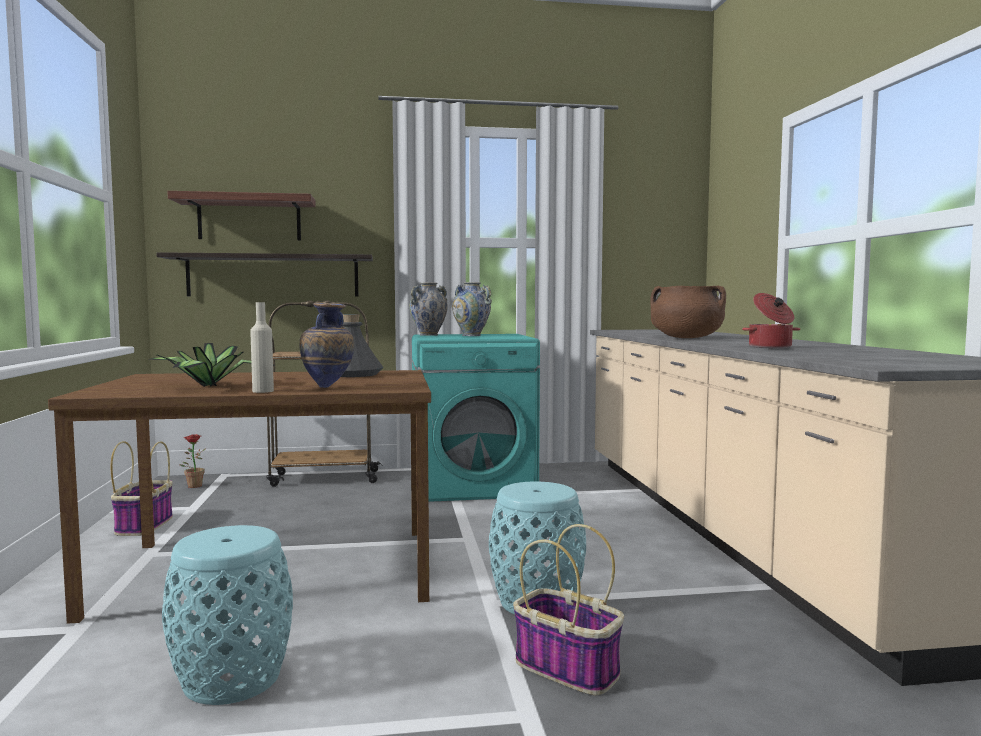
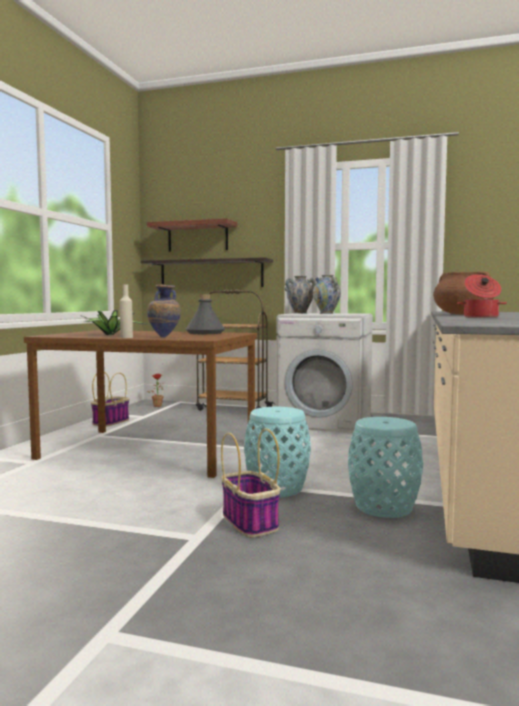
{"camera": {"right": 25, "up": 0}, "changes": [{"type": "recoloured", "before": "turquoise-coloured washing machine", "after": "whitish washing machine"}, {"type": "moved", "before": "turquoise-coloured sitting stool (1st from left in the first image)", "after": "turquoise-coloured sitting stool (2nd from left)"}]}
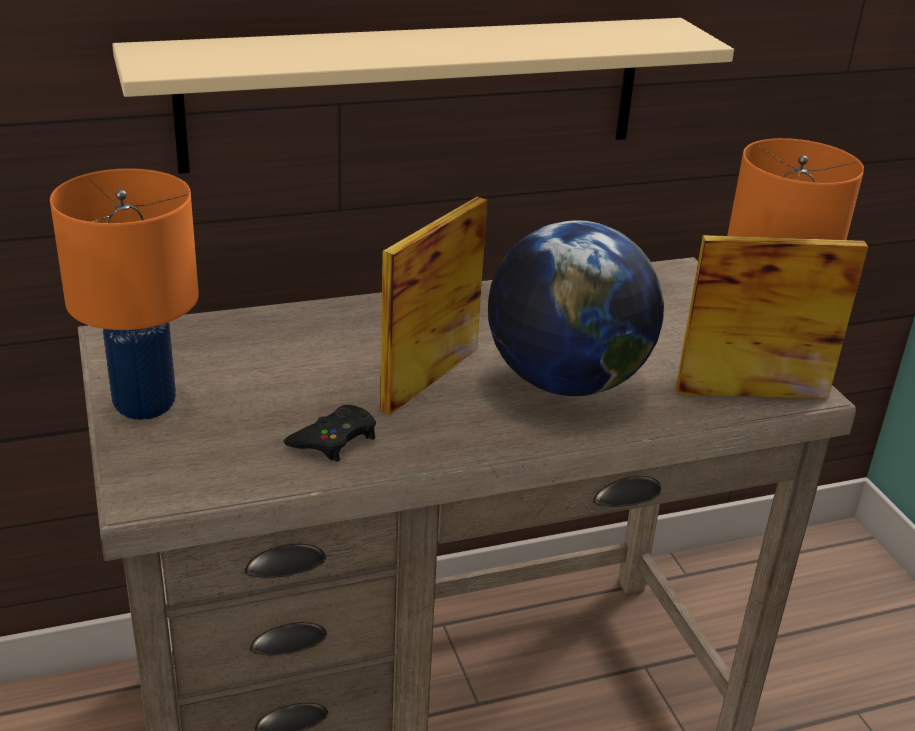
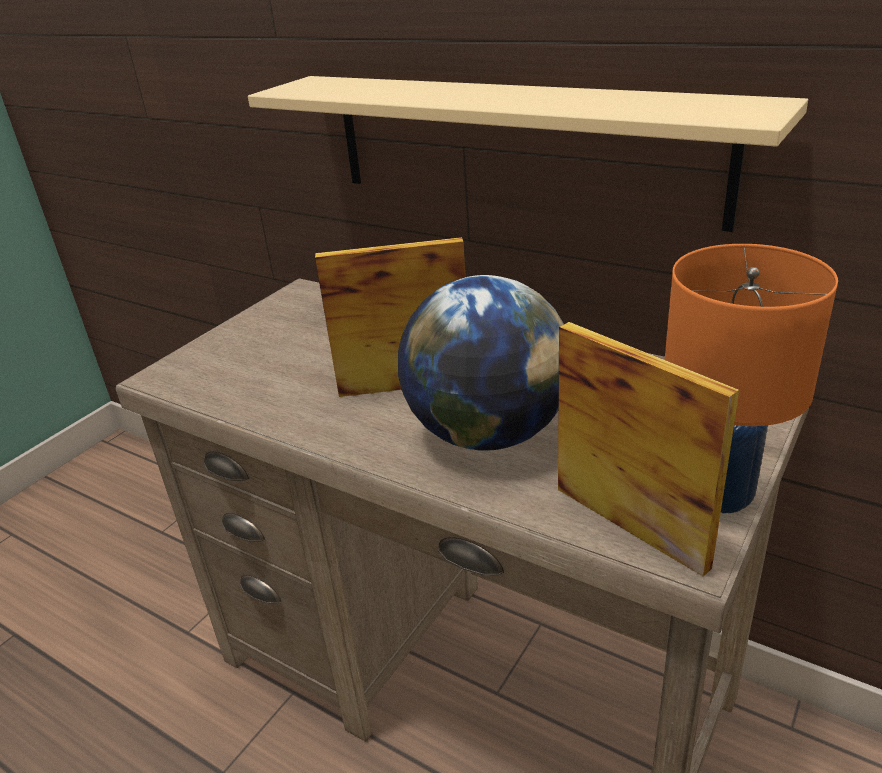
{"camera": {"right": 55, "up": 0}, "changes": [{"type": "removed", "before": "orangey tabletop lamp (1st from left)"}, {"type": "removed", "before": "black gamepad"}]}
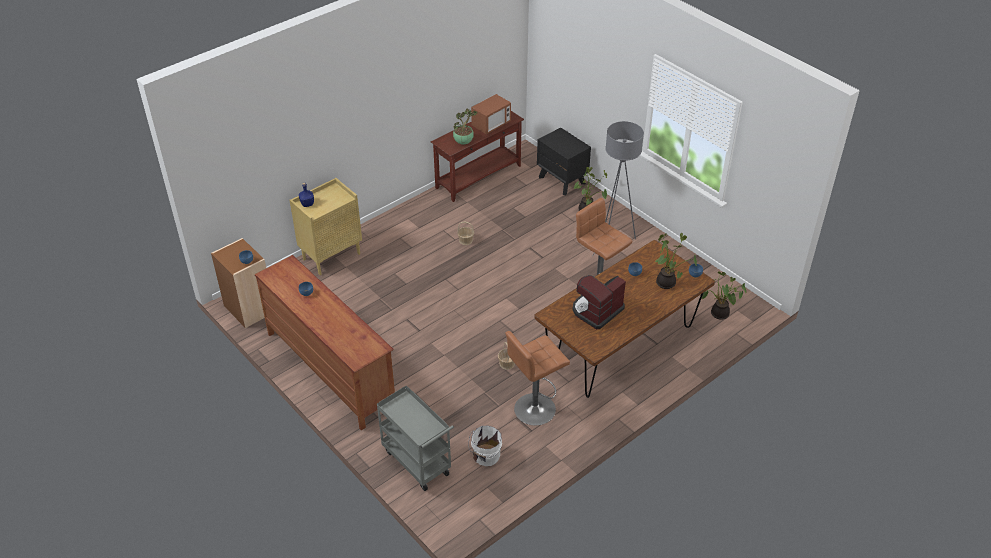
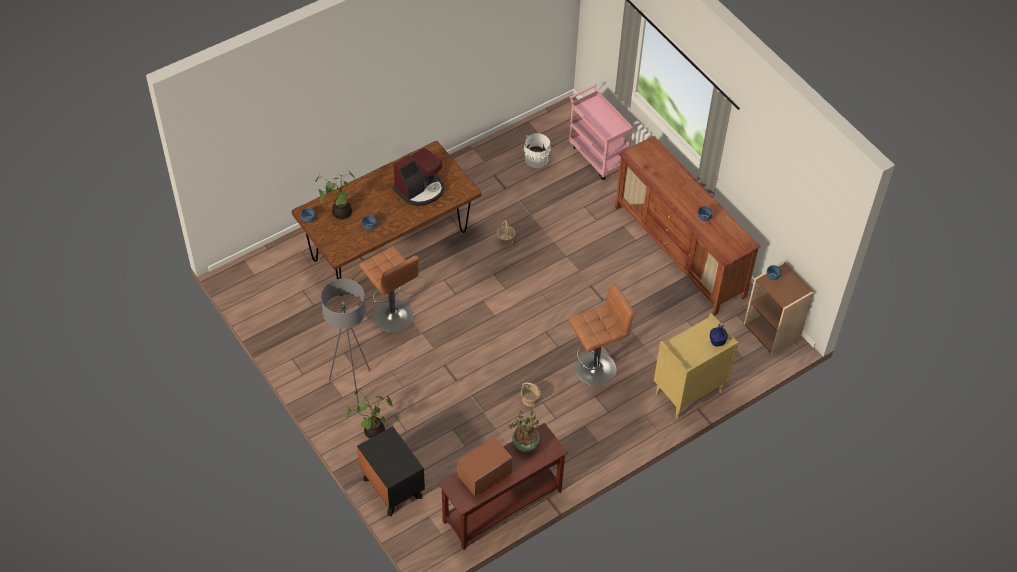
{"camera": {"right": -175, "up": 10}, "changes": [{"type": "removed", "before": "plant in a pot (4th from left)"}, {"type": "moved", "before": "brown-coloured sitting stool (1st from left in the first image)", "after": "brown-coloured sitting stool (2nd from left)"}, {"type": "recoloured", "before": "gray trolley", "after": "pink trolley"}]}
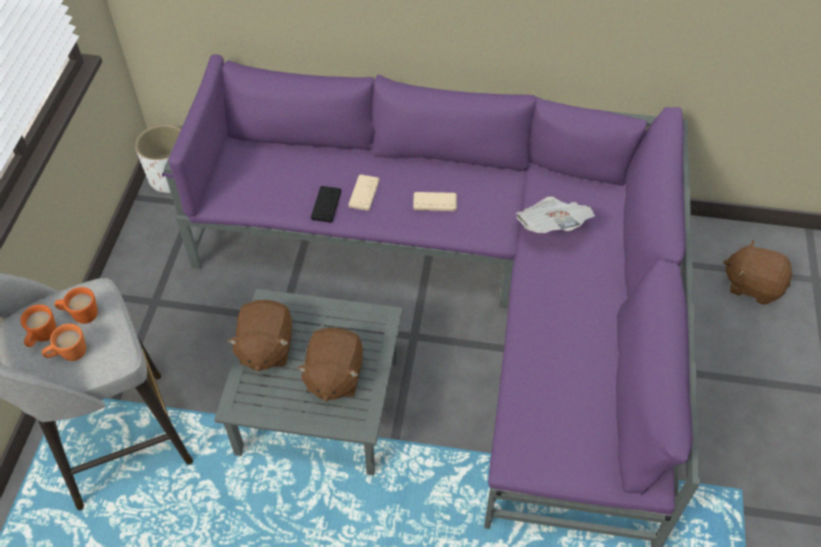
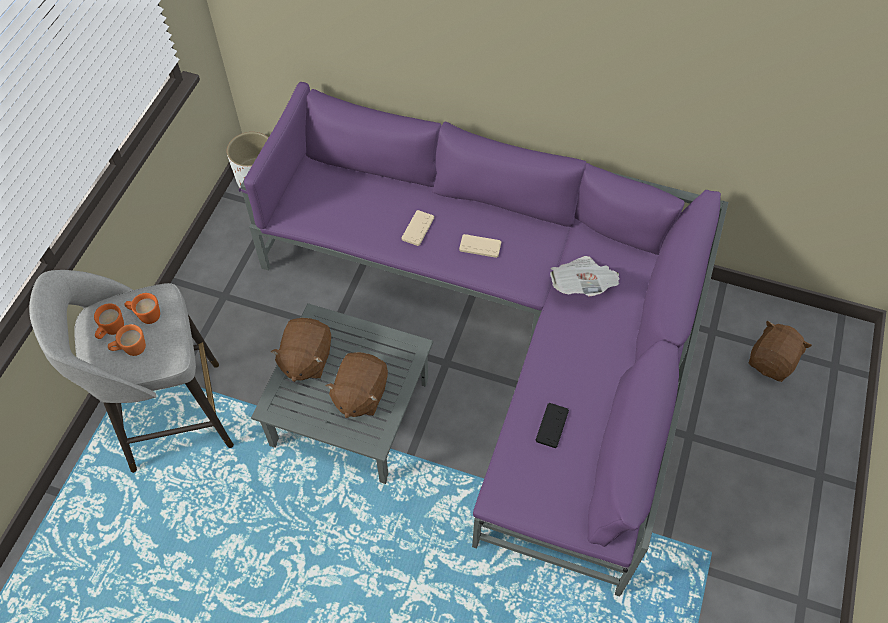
{"camera": {"right": 10, "up": 5}, "changes": [{"type": "moved", "before": "black gamepad"}, {"type": "turned", "before": "brown-coloured soft toy (3rd from left)", "turn": 90}]}
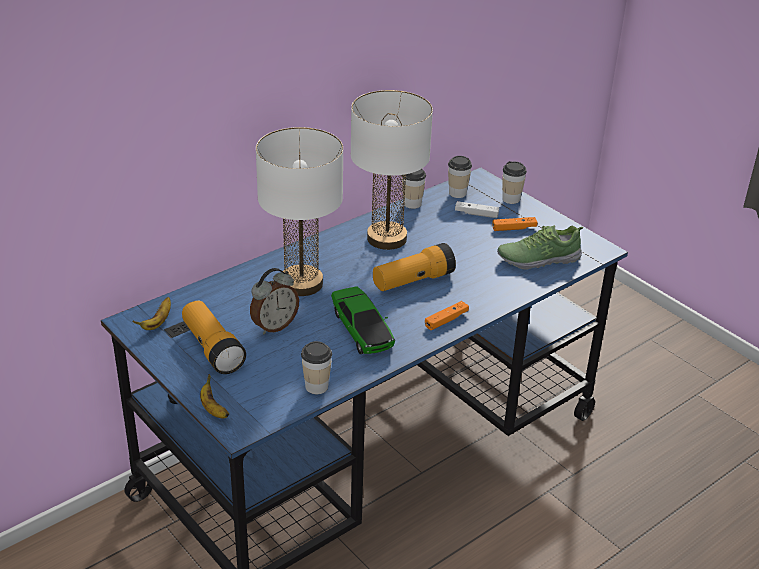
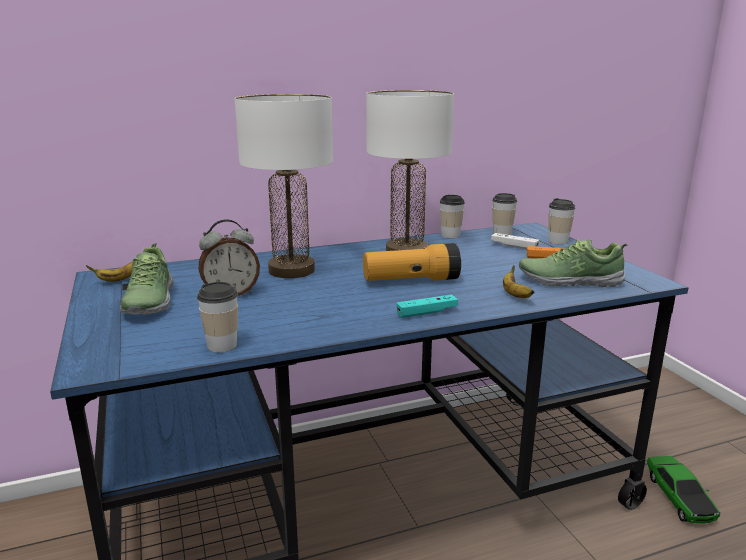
{"camera": {"right": 20, "up": -15}, "changes": [{"type": "moved", "before": "toy car"}, {"type": "replaced", "before": "flashlight (1st from left)", "after": "shoe (1st from left)"}, {"type": "recoloured", "before": "orangey gamepad (1st from left)", "after": "turquoise-coloured gamepad"}, {"type": "moved", "before": "whole banana (2nd from left)"}]}
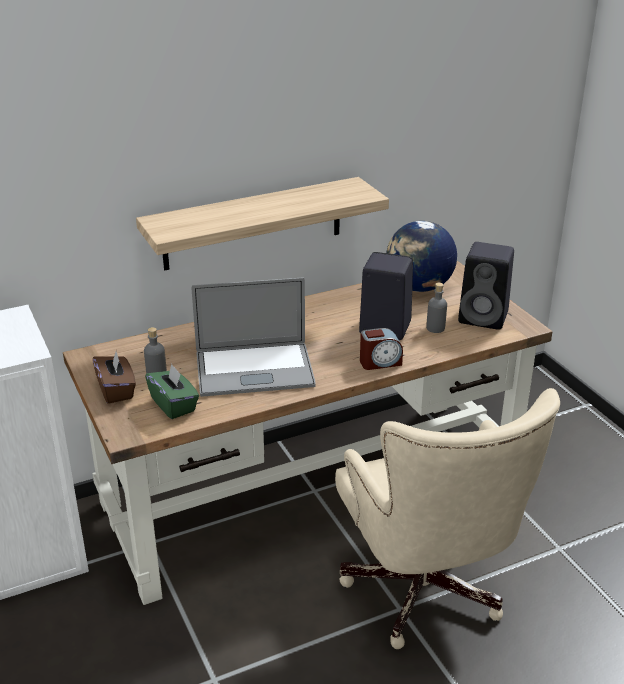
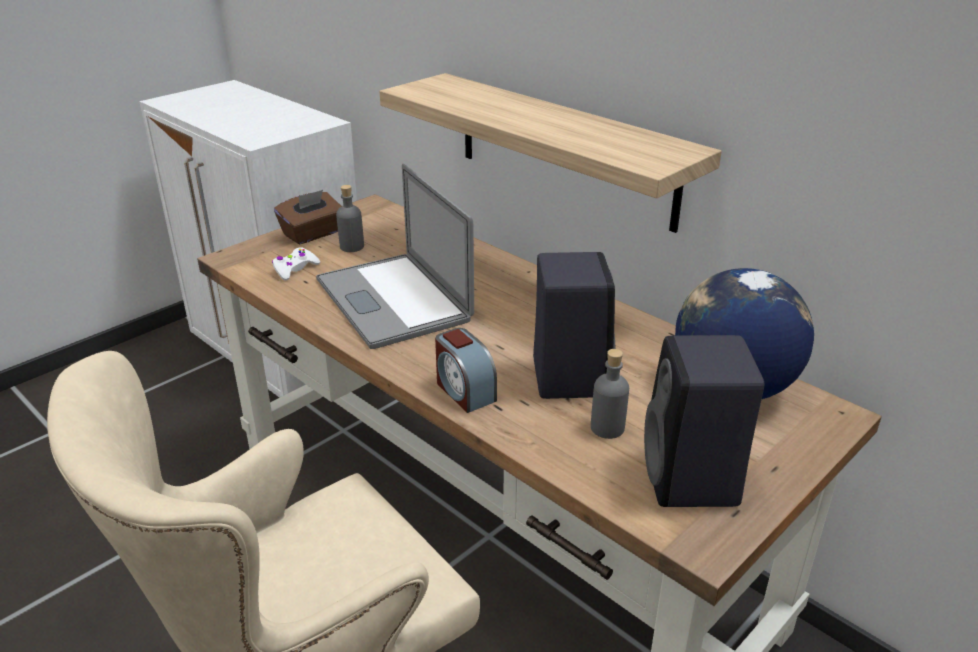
{"camera": {"right": 70, "up": 0}, "changes": [{"type": "replaced", "before": "greenish tissue box", "after": "whitish gamepad"}]}
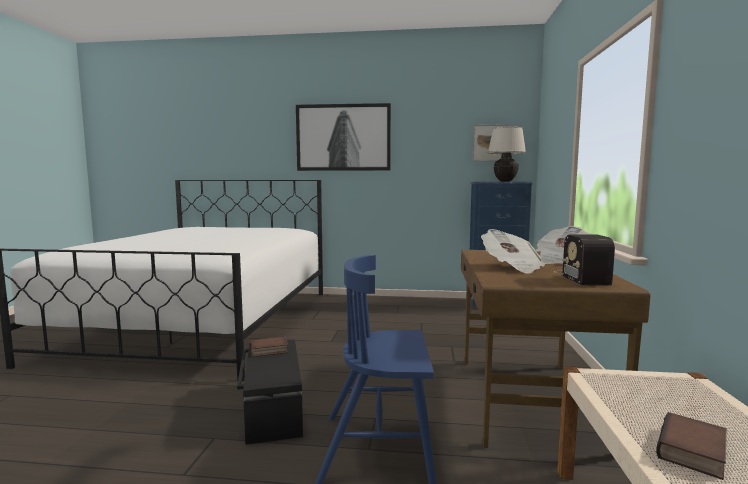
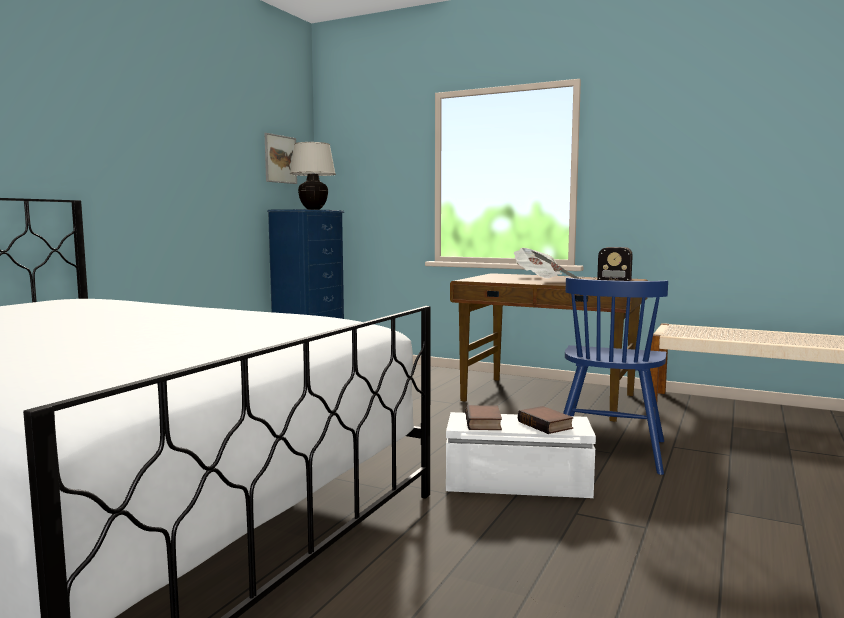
{"camera": {"right": -70, "up": 0}, "changes": [{"type": "removed", "before": "wall art (1st from left)"}, {"type": "recoloured", "before": "black storage container", "after": "whitish storage container"}, {"type": "moved", "before": "bound book (2nd from left)"}]}
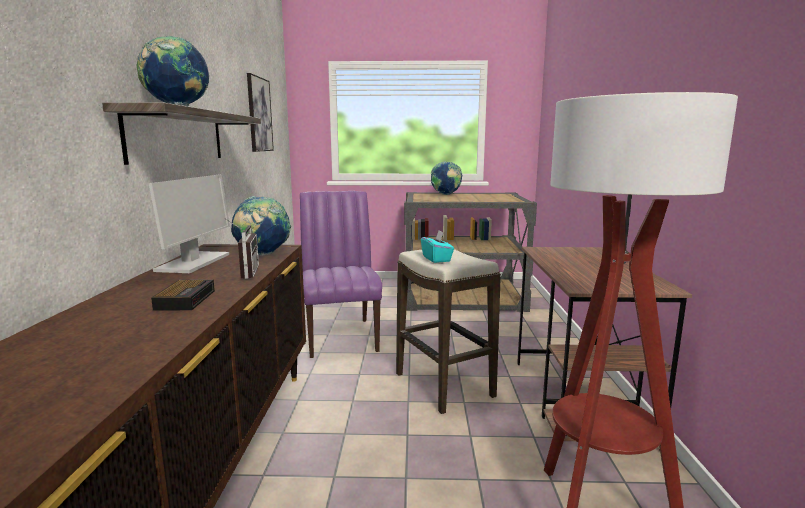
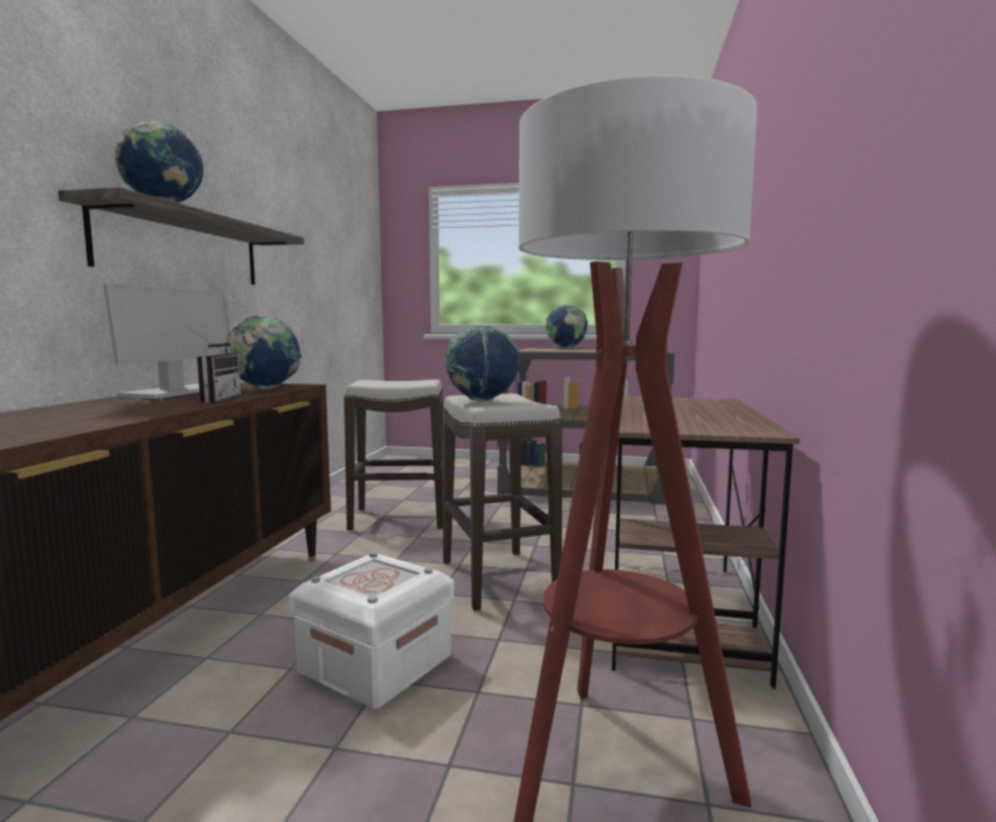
{"camera": {"right": 10, "up": -5}, "changes": [{"type": "removed", "before": "wall art"}, {"type": "replaced", "before": "purplish upright chair", "after": "sitting stool (1st from left)"}, {"type": "replaced", "before": "turquoise-coloured tissue box", "after": "globe (3rd from left)"}, {"type": "removed", "before": "bedside clock"}, {"type": "added", "after": "whitish storage container"}]}
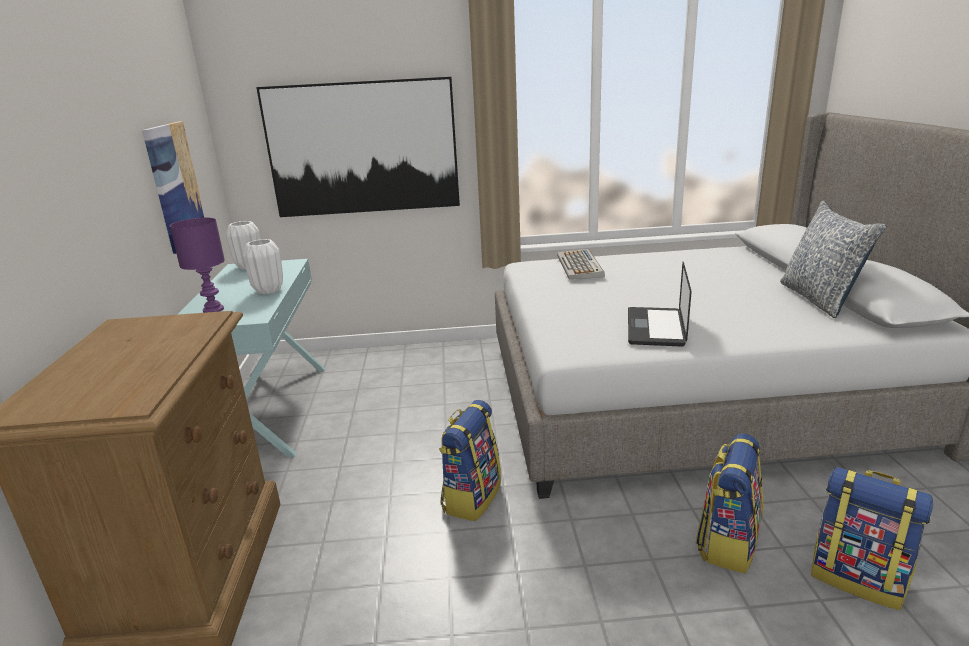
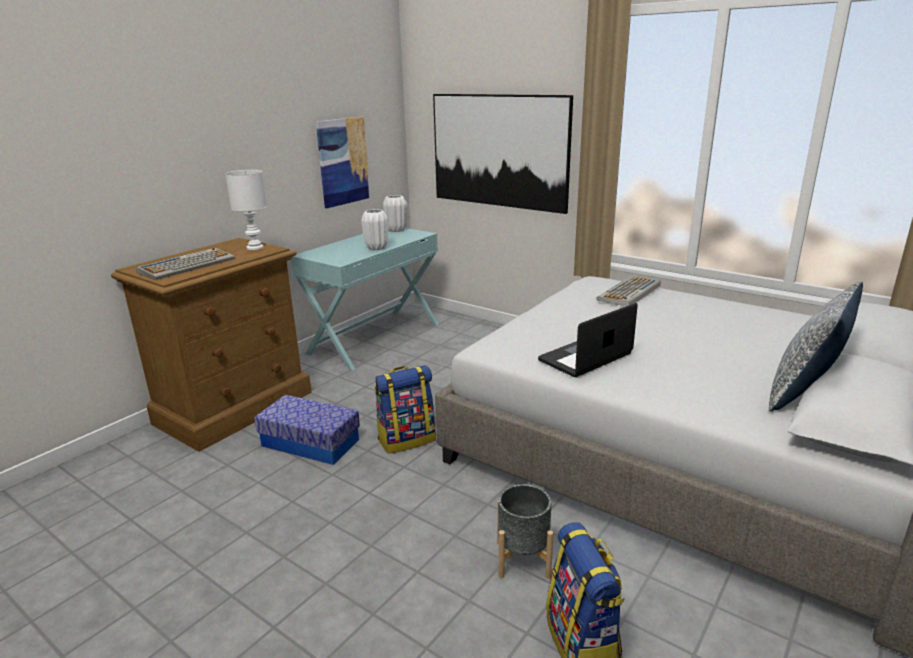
{"camera": {"right": 40, "up": 0}, "changes": [{"type": "removed", "before": "purplish tabletop lamp"}, {"type": "replaced", "before": "knapsack (2nd from left)", "after": "gray plant pot"}, {"type": "added", "after": "whitish tabletop lamp"}, {"type": "added", "after": "PC keyboard (1st from left)"}, {"type": "added", "after": "storage container"}]}
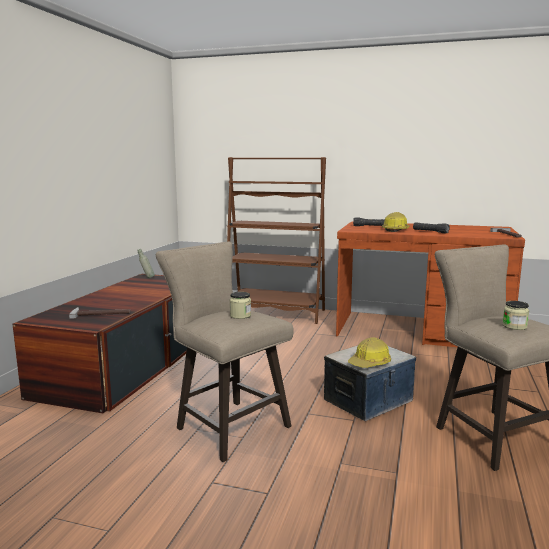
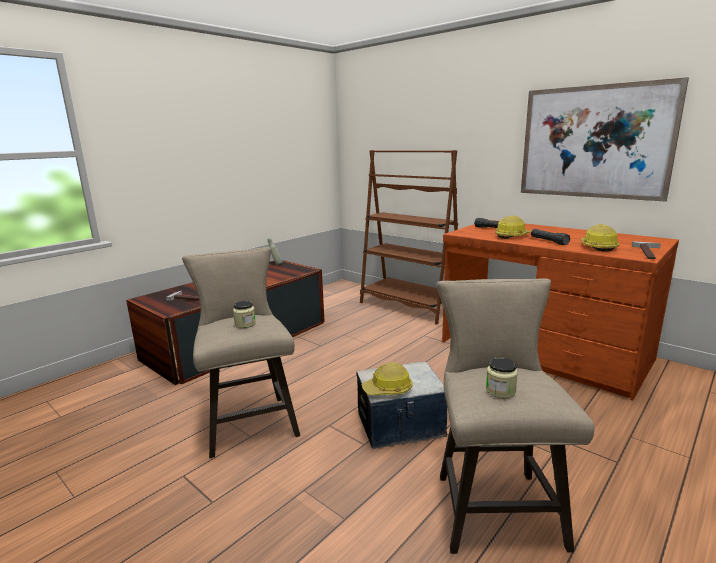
{"camera": {"right": 25, "up": 5}, "changes": [{"type": "added", "after": "wall art"}, {"type": "added", "after": "safety helmet (3rd from left)"}]}
